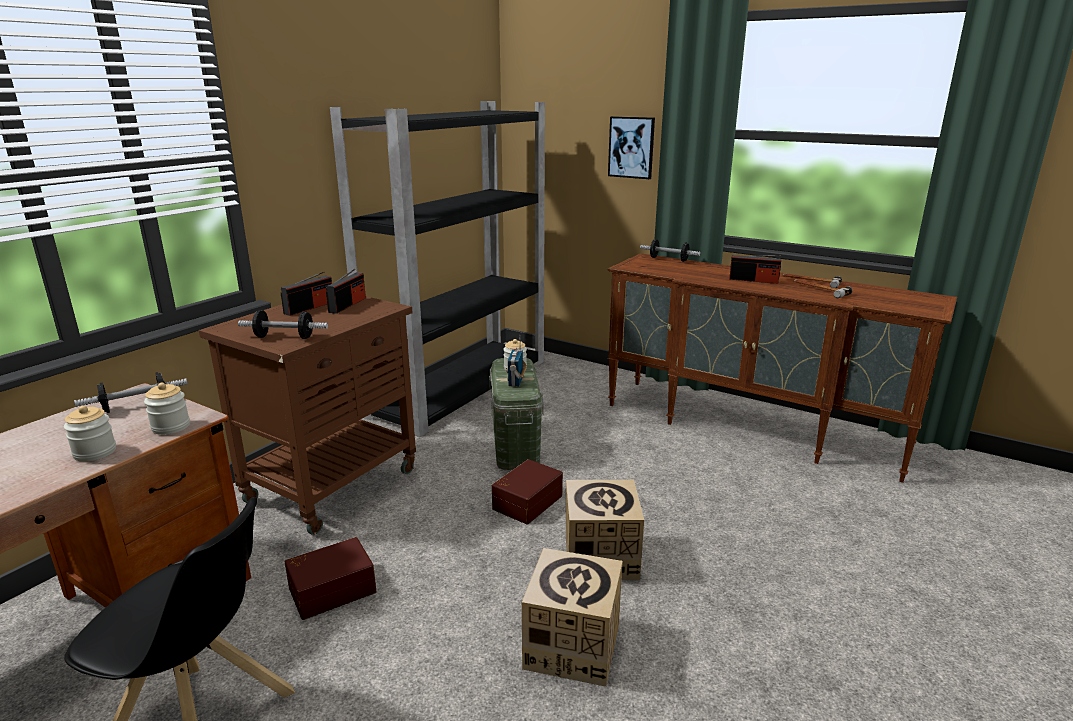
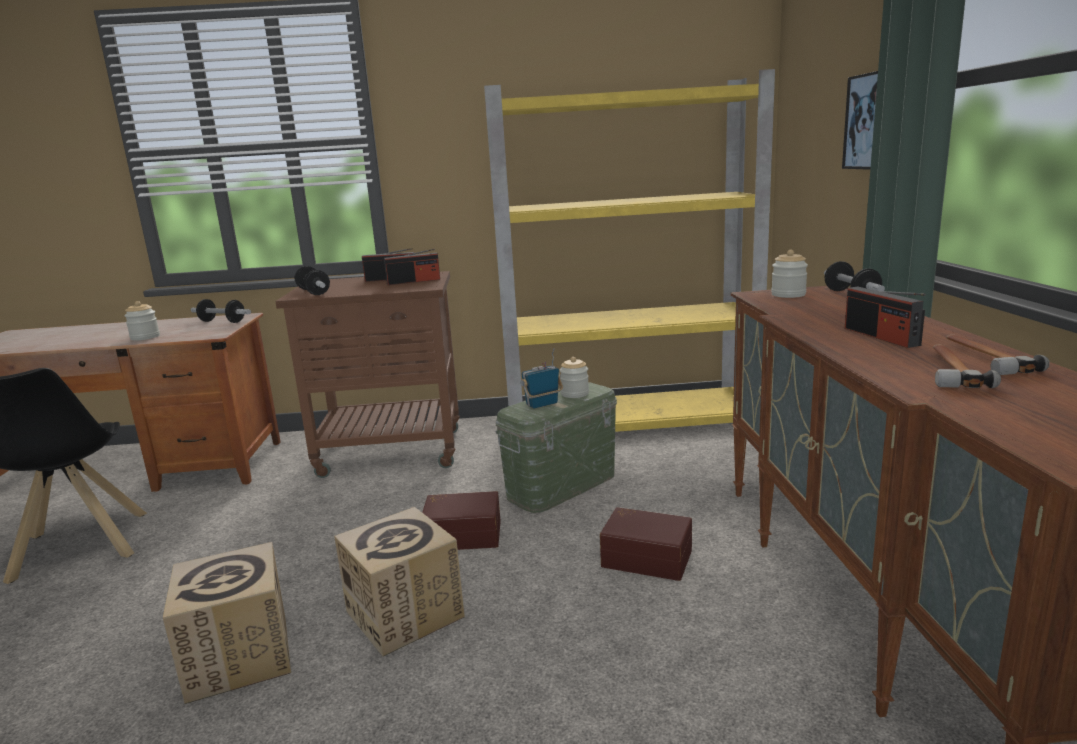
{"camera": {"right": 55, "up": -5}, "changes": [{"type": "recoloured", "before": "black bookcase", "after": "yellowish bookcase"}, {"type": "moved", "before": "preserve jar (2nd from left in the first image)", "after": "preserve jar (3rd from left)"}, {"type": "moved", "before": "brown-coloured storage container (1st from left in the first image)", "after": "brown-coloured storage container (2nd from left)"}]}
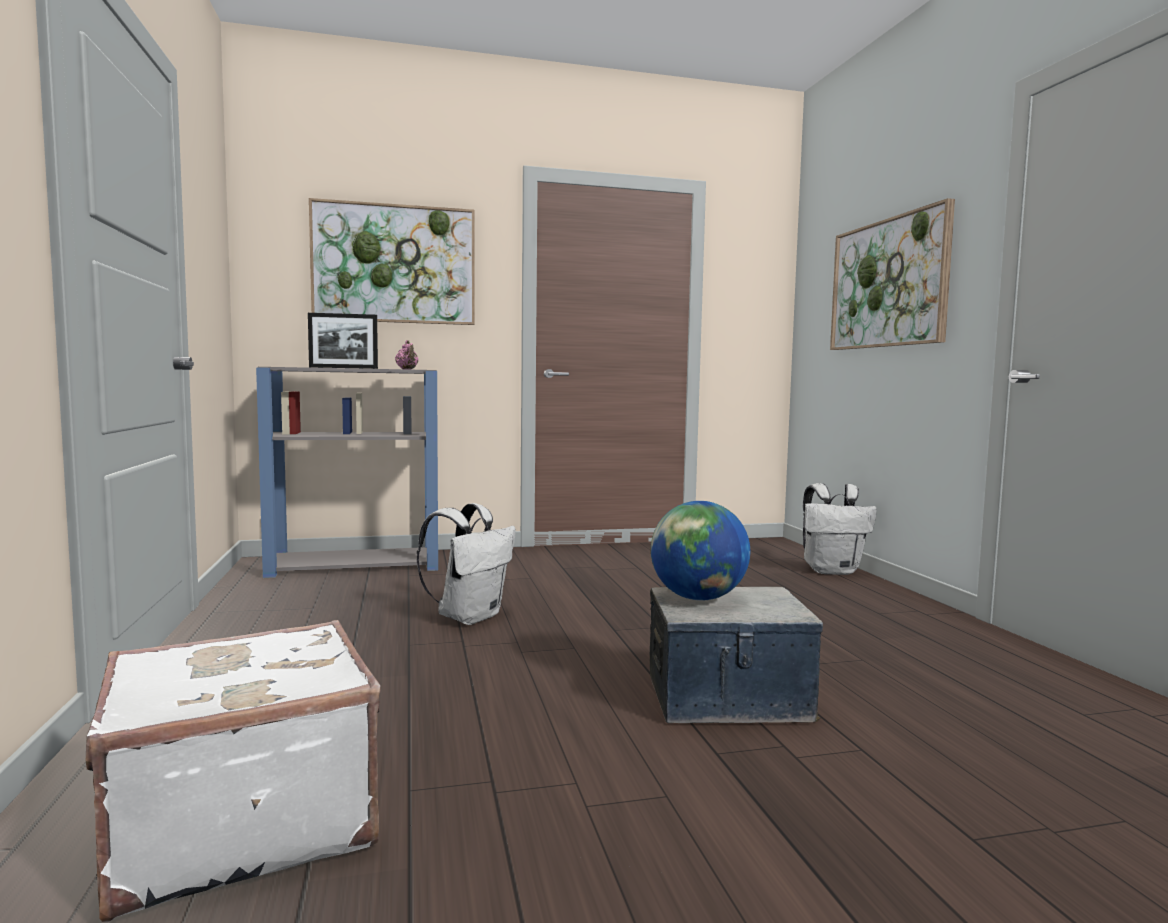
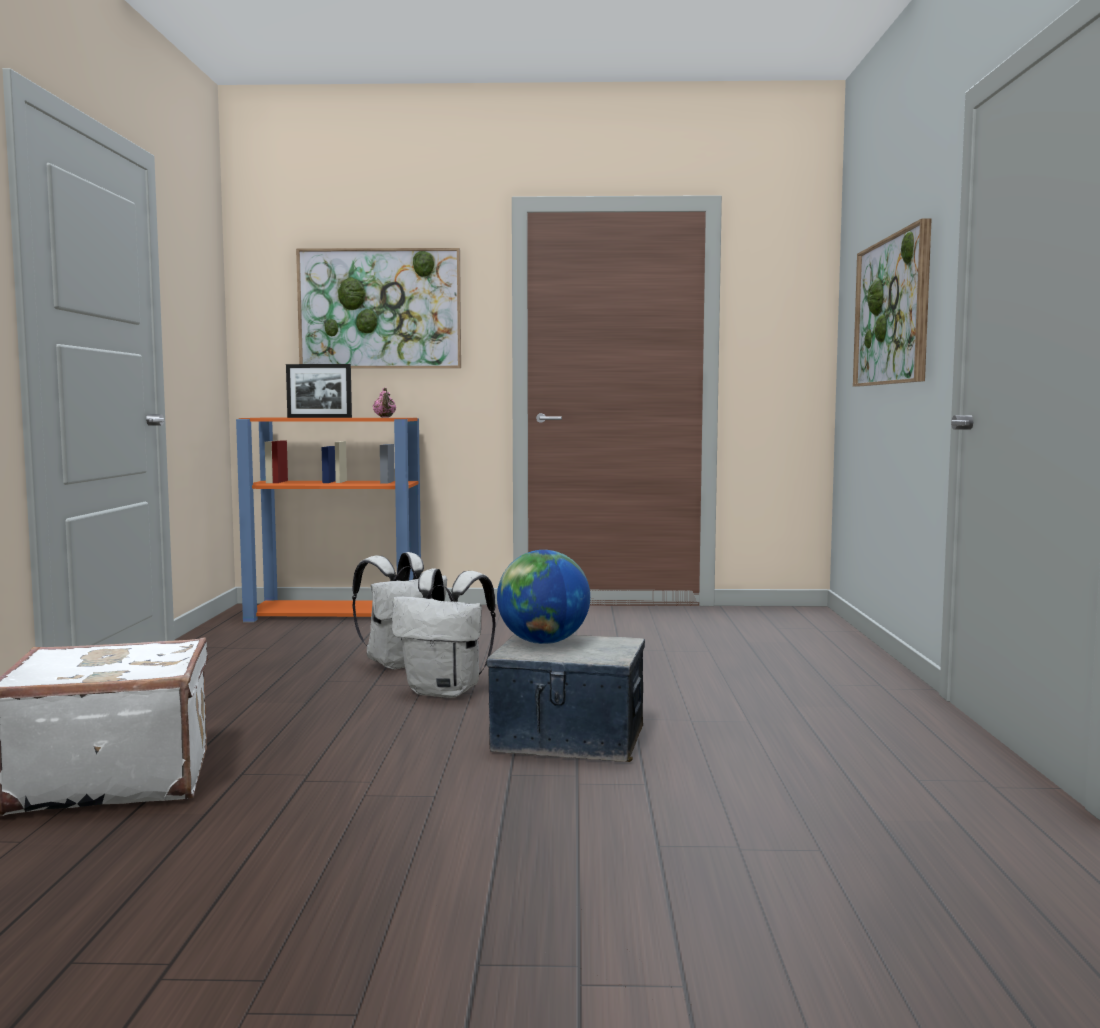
{"camera": {"right": 15, "up": 0}, "changes": [{"type": "recoloured", "before": "gray bookcase", "after": "orangey bookcase"}, {"type": "moved", "before": "whitish knapsack (2nd from left)"}]}
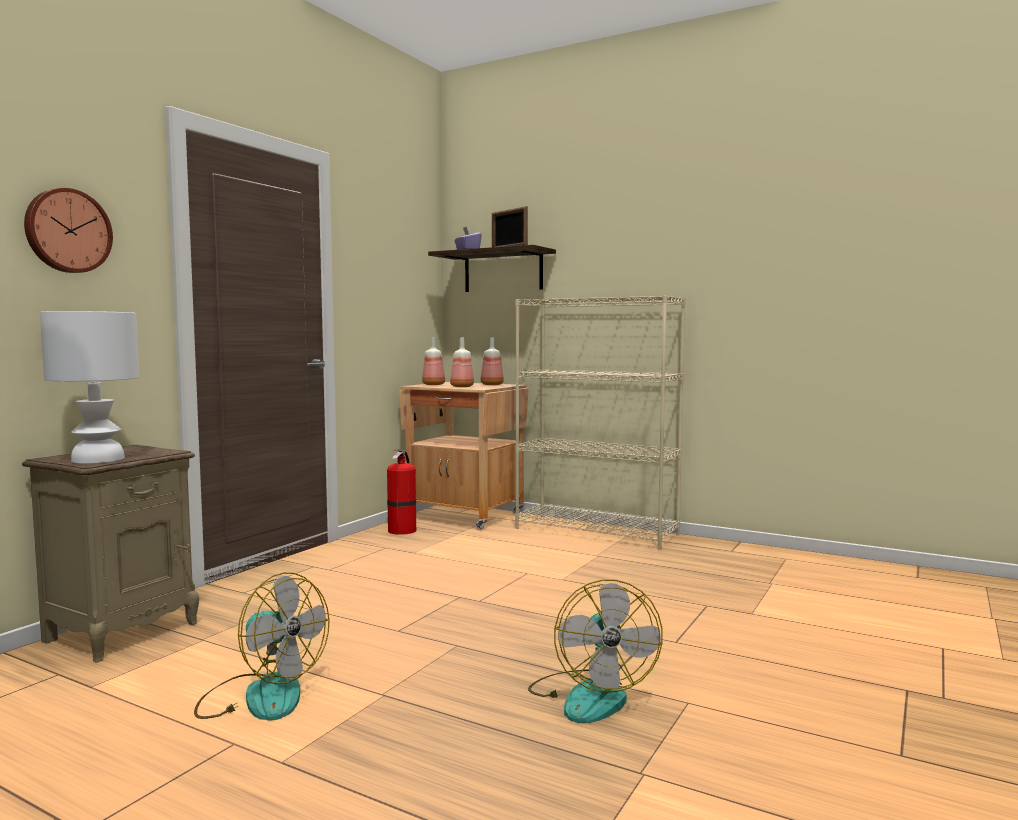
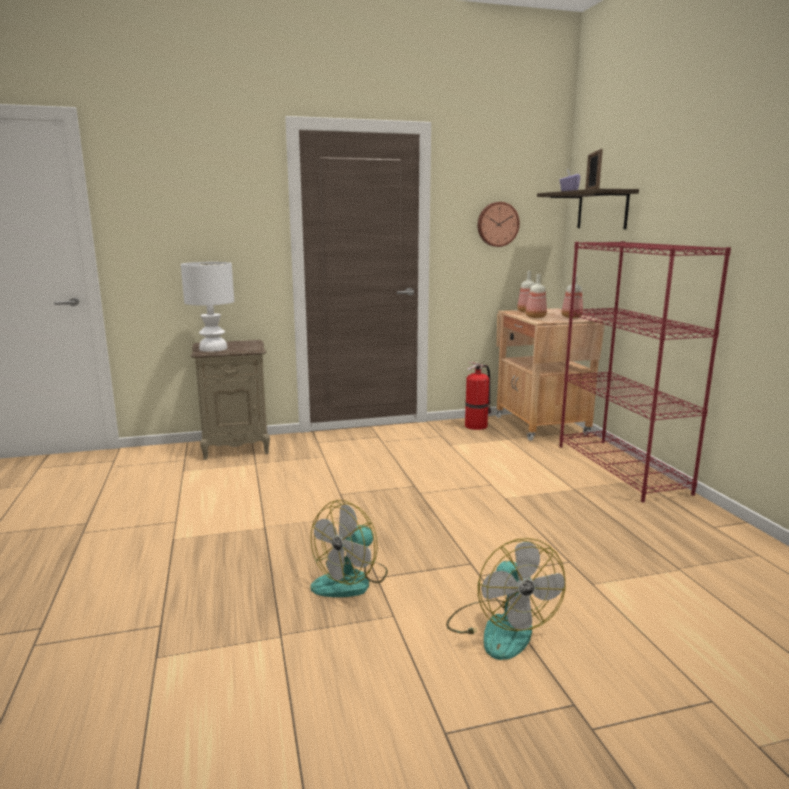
{"camera": {"right": 45, "up": 10}, "changes": [{"type": "moved", "before": "wall clock"}, {"type": "recoloured", "before": "beige bookcase", "after": "reddish bookcase"}, {"type": "moved", "before": "cooling fan (1st from left in the first image)", "after": "cooling fan (2nd from left)"}]}
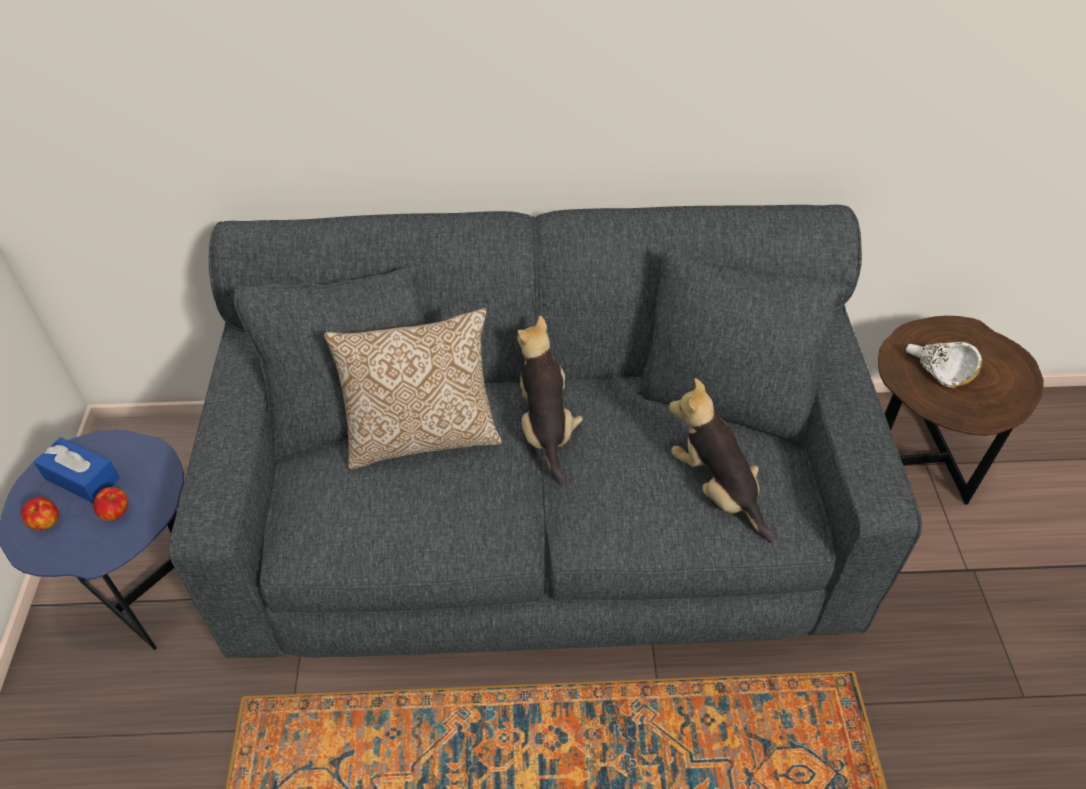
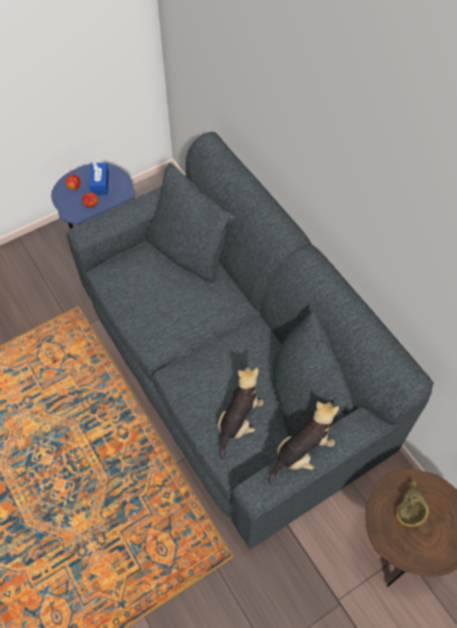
{"camera": {"right": 60, "up": 10}, "changes": [{"type": "removed", "before": "pillow"}, {"type": "moved", "before": "soft toy (1st from left in the first image)", "after": "soft toy (2nd from left)"}, {"type": "recoloured", "before": "whitish serving bowl", "after": "brown-coloured serving bowl"}]}
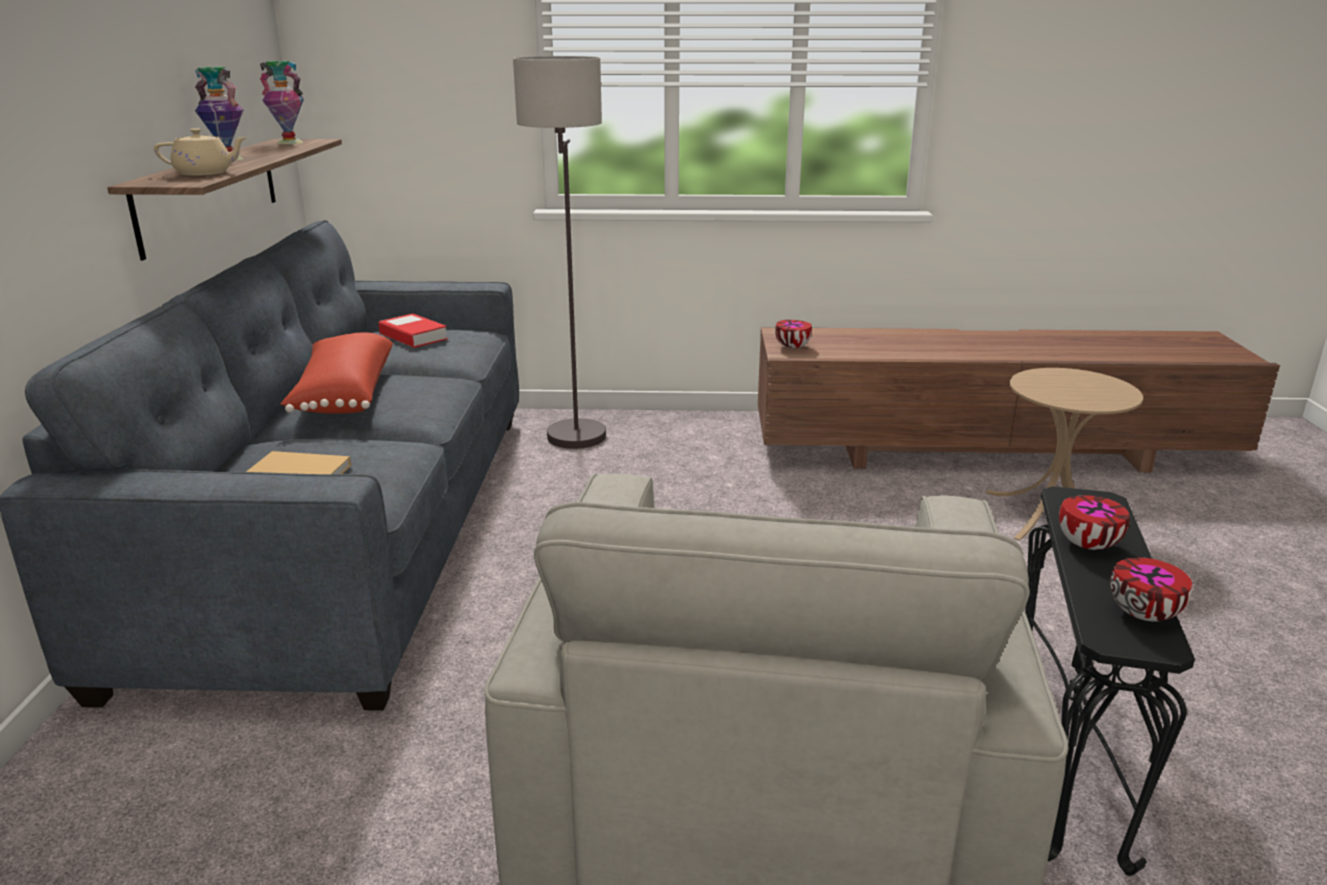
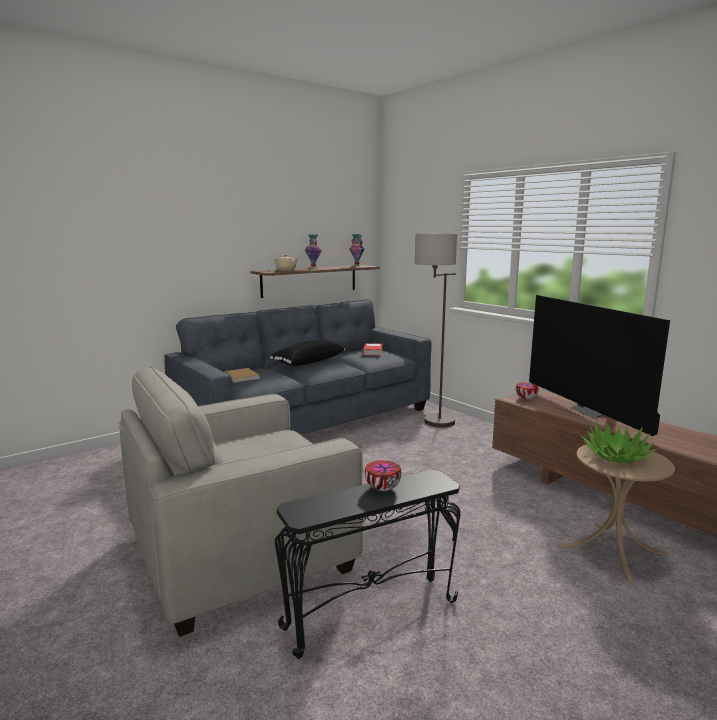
{"camera": {"right": 50, "up": -10}, "changes": [{"type": "recoloured", "before": "reddish pillow", "after": "black pillow"}, {"type": "removed", "before": "serving bowl (3rd from left)"}, {"type": "added", "after": "TV"}, {"type": "added", "after": "plant in a pot"}]}
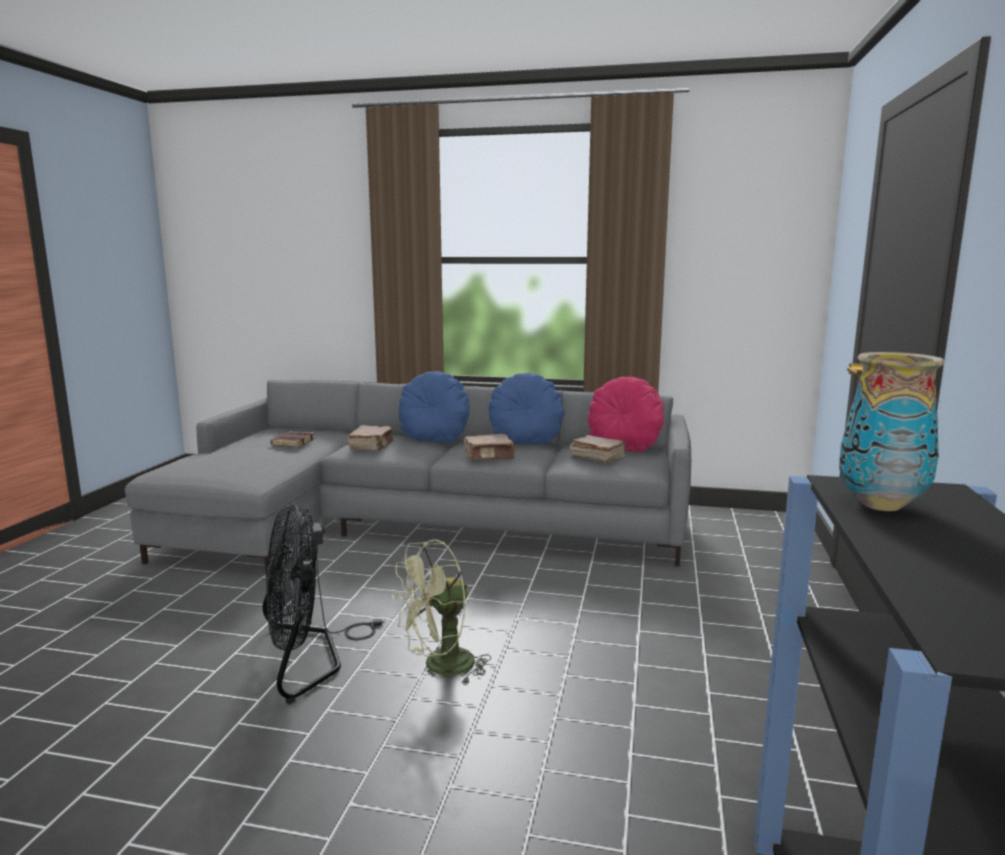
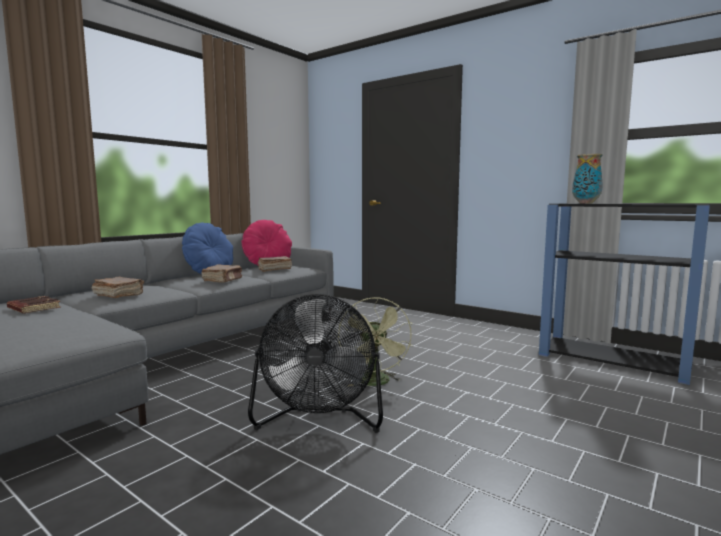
{"camera": {"right": -65, "up": -5}, "changes": [{"type": "removed", "before": "blue-coloured pillow (1st from left)"}]}
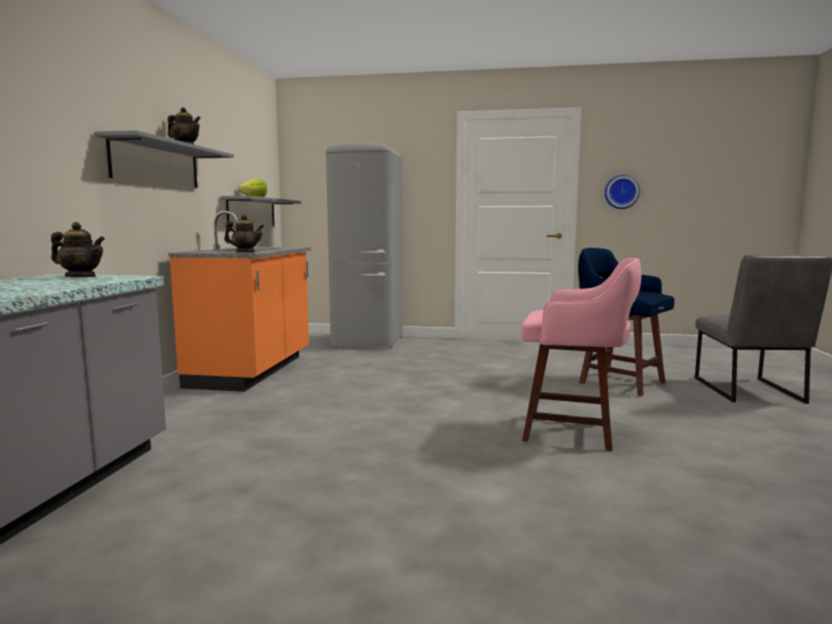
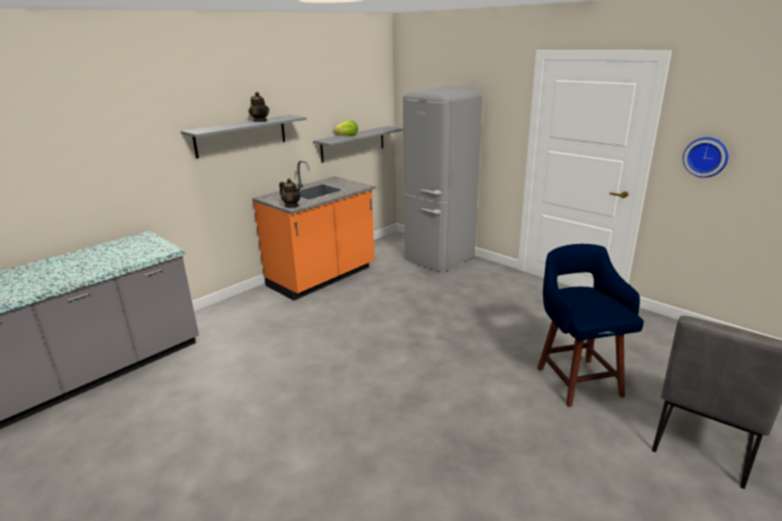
{"camera": {"right": 35, "up": 15}, "changes": [{"type": "removed", "before": "tea pot (1st from left)"}, {"type": "removed", "before": "pink sitting stool"}]}
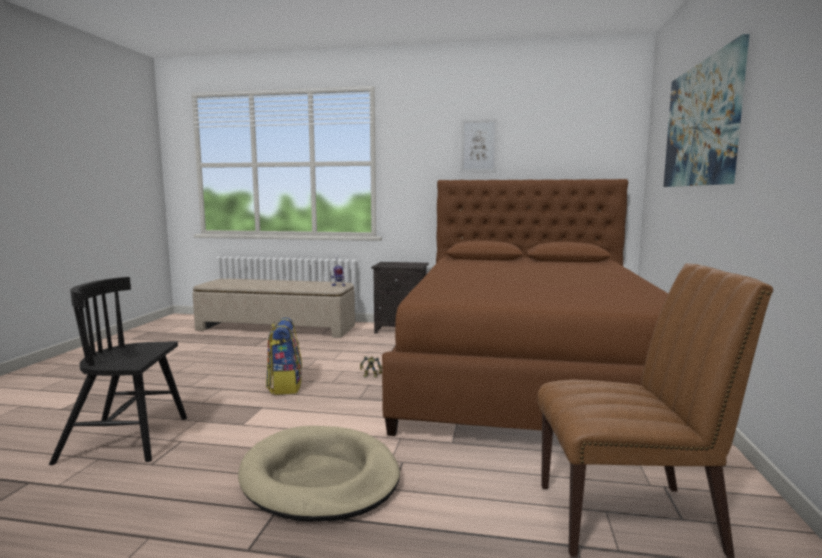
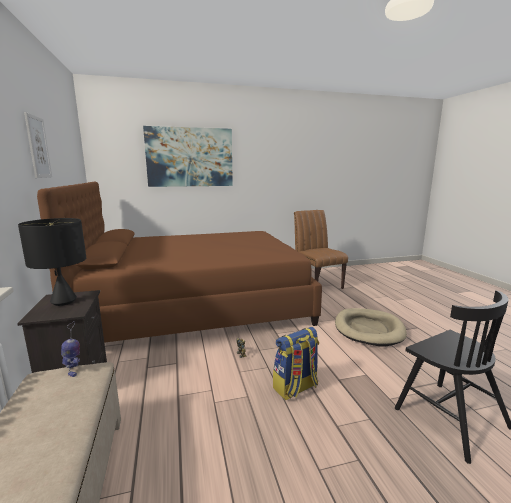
{"camera": {"right": -115, "up": 5}, "changes": [{"type": "added", "after": "black tabletop lamp"}]}
